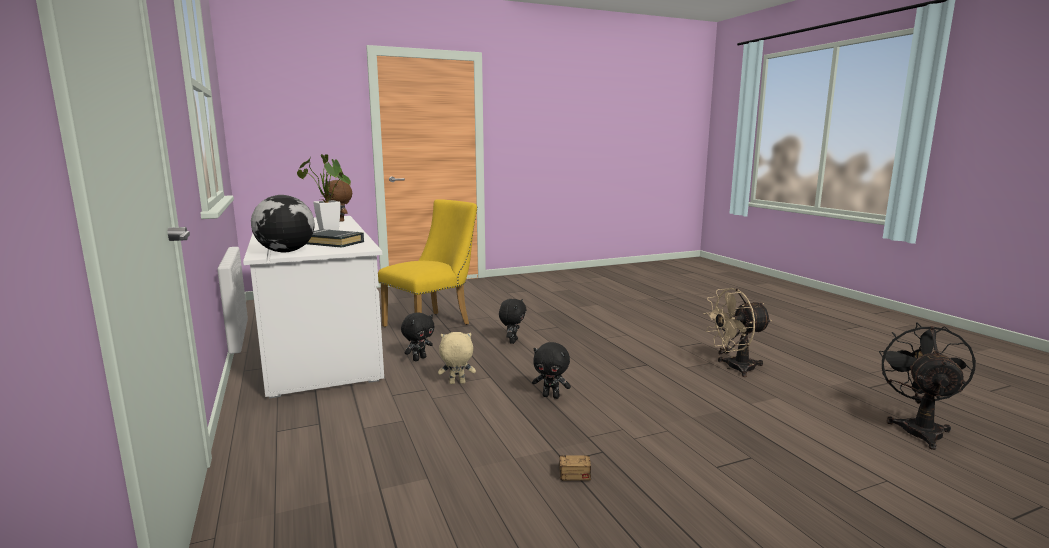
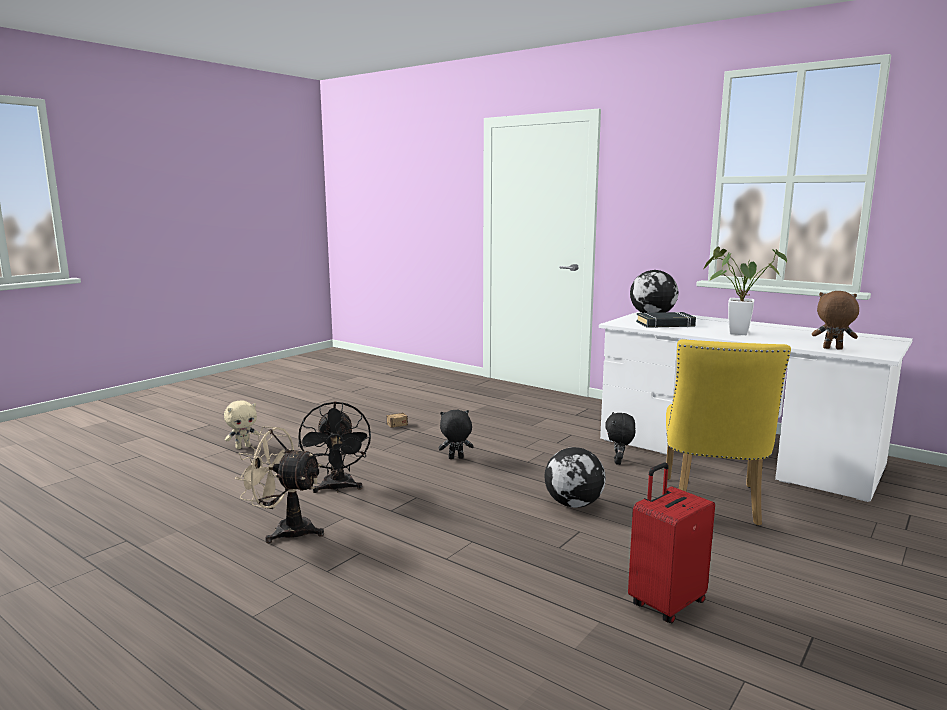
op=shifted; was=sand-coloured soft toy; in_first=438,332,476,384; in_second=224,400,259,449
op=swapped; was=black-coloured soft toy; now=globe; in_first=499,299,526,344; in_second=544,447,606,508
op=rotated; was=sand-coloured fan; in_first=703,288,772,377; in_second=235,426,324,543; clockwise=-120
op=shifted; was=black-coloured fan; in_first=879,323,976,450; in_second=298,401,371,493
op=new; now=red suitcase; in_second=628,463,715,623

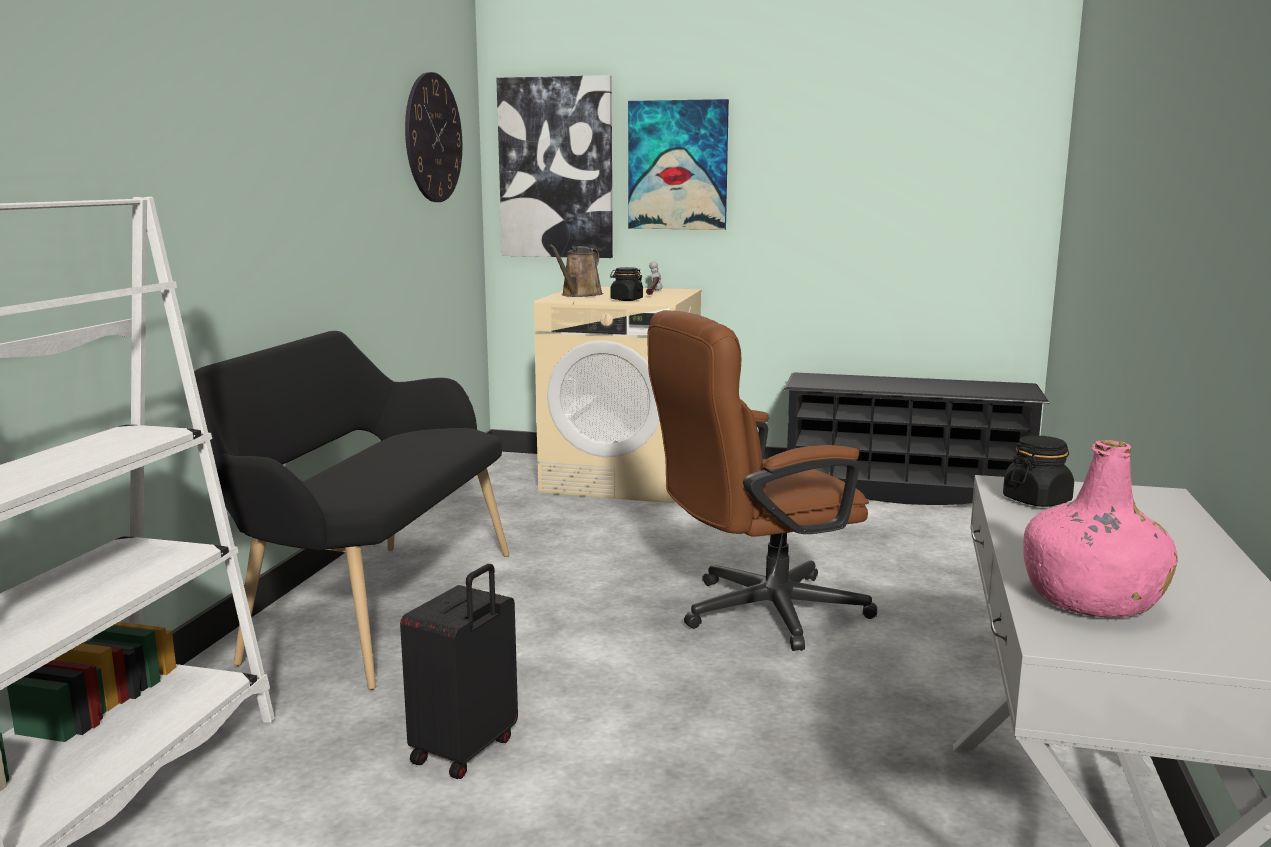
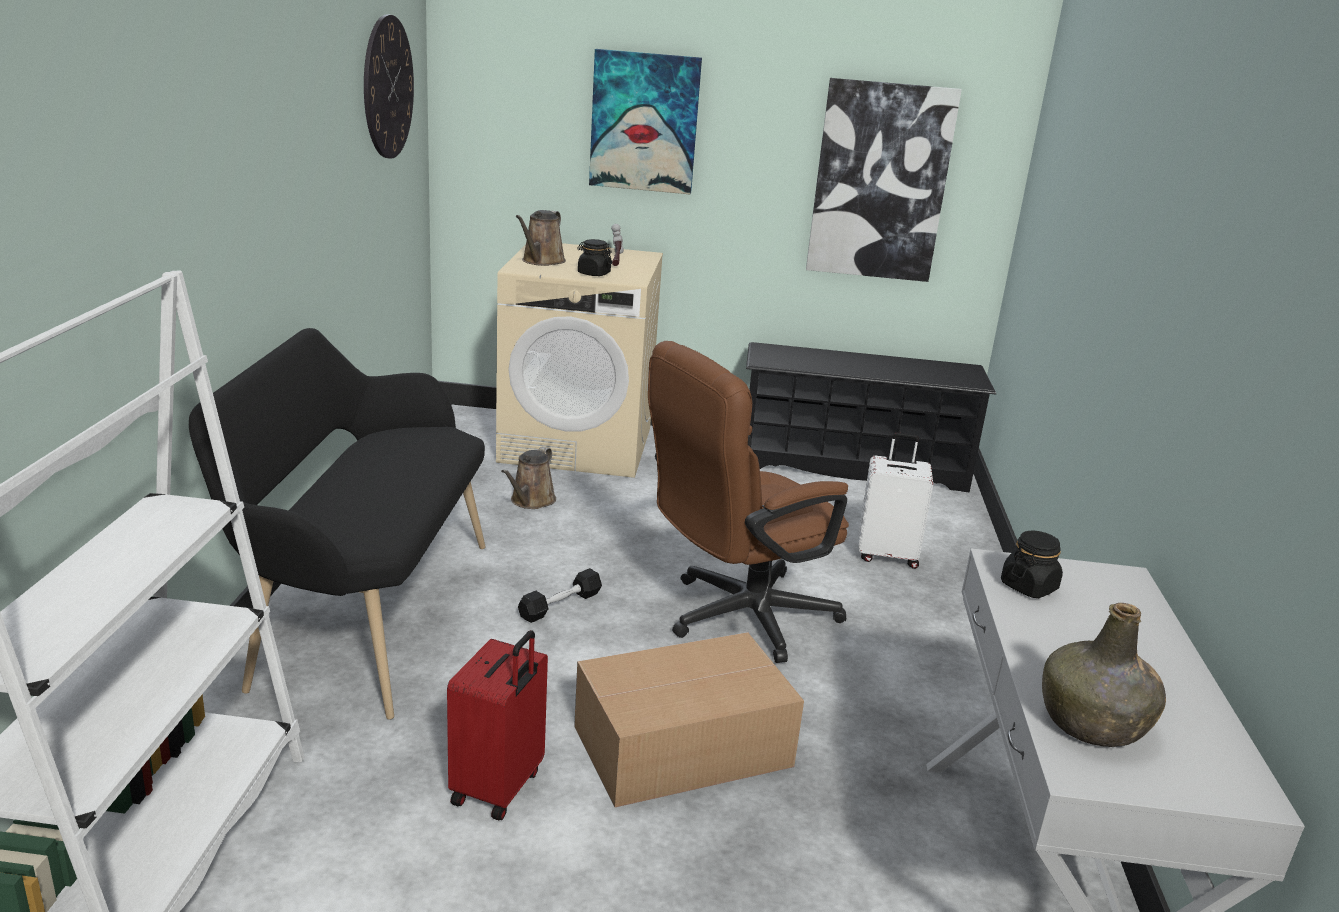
op=repainted; was=black-coloured suitcase; now=red suitcase; in_first=400,564,518,779; in_second=447,630,548,820
op=shifted; was=wall art; in_first=496,75,613,258; in_second=806,78,962,282
op=repainted; was=pink-coloured drink bottle; now=green drink bottle; in_first=1023,440,1178,618; in_second=1042,603,1166,747
op=new; now=brownish sprinkling can; in_second=501,447,556,509
op=new; now=black-coloured free weight; in_second=518,568,602,623
op=new; now=cardboard box; in_second=574,632,804,807
op=new; now=white-coloured suitcase; in_second=858,432,933,569

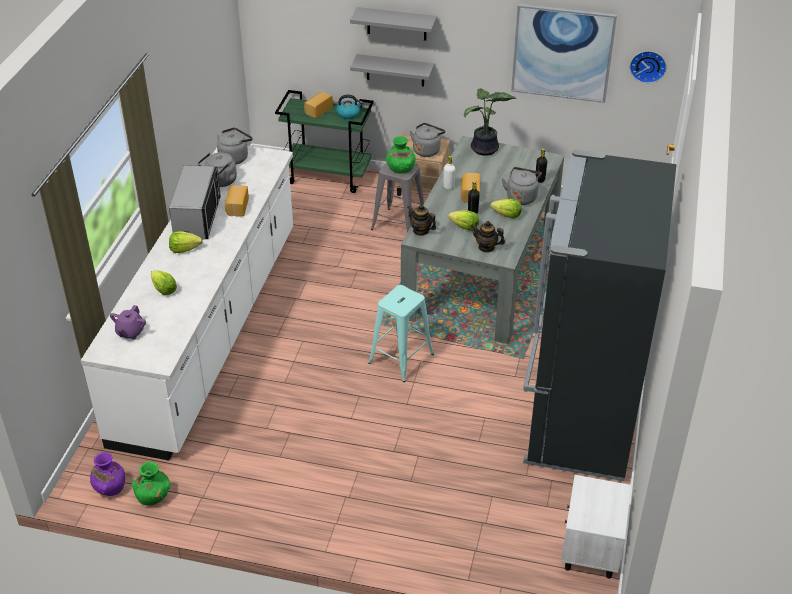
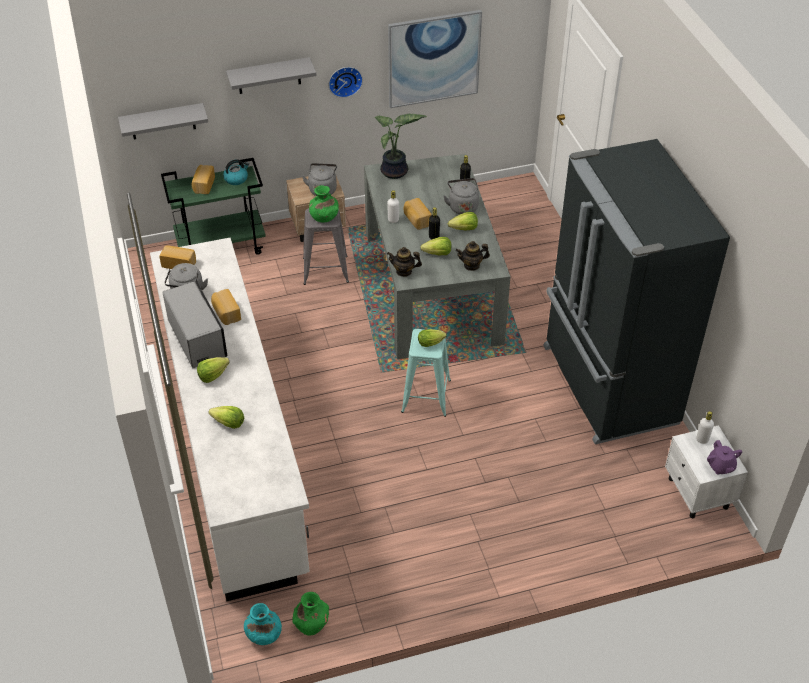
op=repainted; was=purple-coloured flower vase; now=turquoise flower vase; in_first=90,452,125,496; in_second=244,603,282,645
op=shifted; was=purple-coloured pot for tea; in_first=110,305,146,340; in_second=707,440,742,475
op=swapped; was=gray kettle; now=bread; in_first=217,128,253,165; in_second=159,245,196,269
op=shifted; was=gray wall shelf; in_first=350,54,435,86; in_second=118,103,208,140
op=shifted; was=hanging clock; in_first=630,51,667,83; in_second=329,67,363,98
op=new; now=lettuce; in_second=418,329,447,347
op=new; now=white-coloured drink bottle; in_second=696,411,714,444

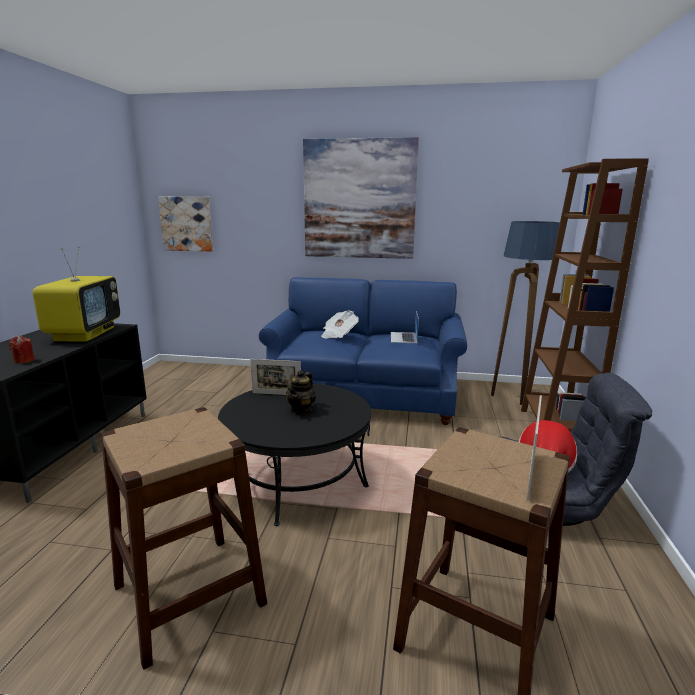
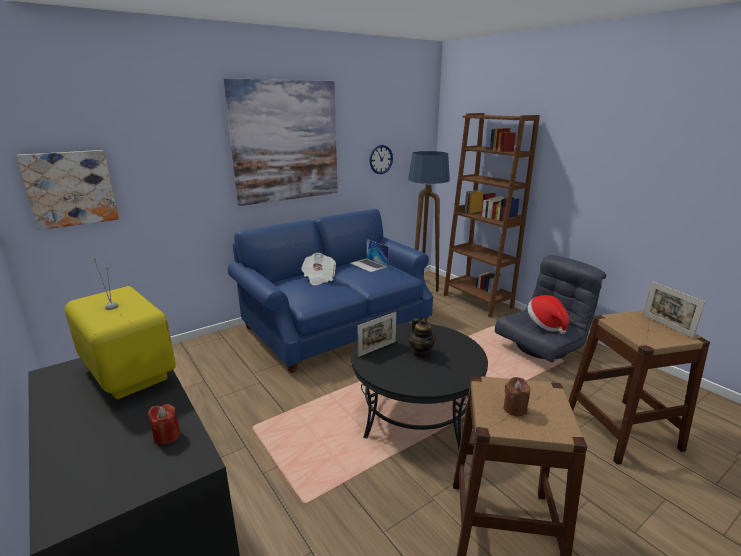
op=new; now=hanging clock; in_second=370,145,393,174
op=new; now=brownish candle; in_second=504,377,530,416

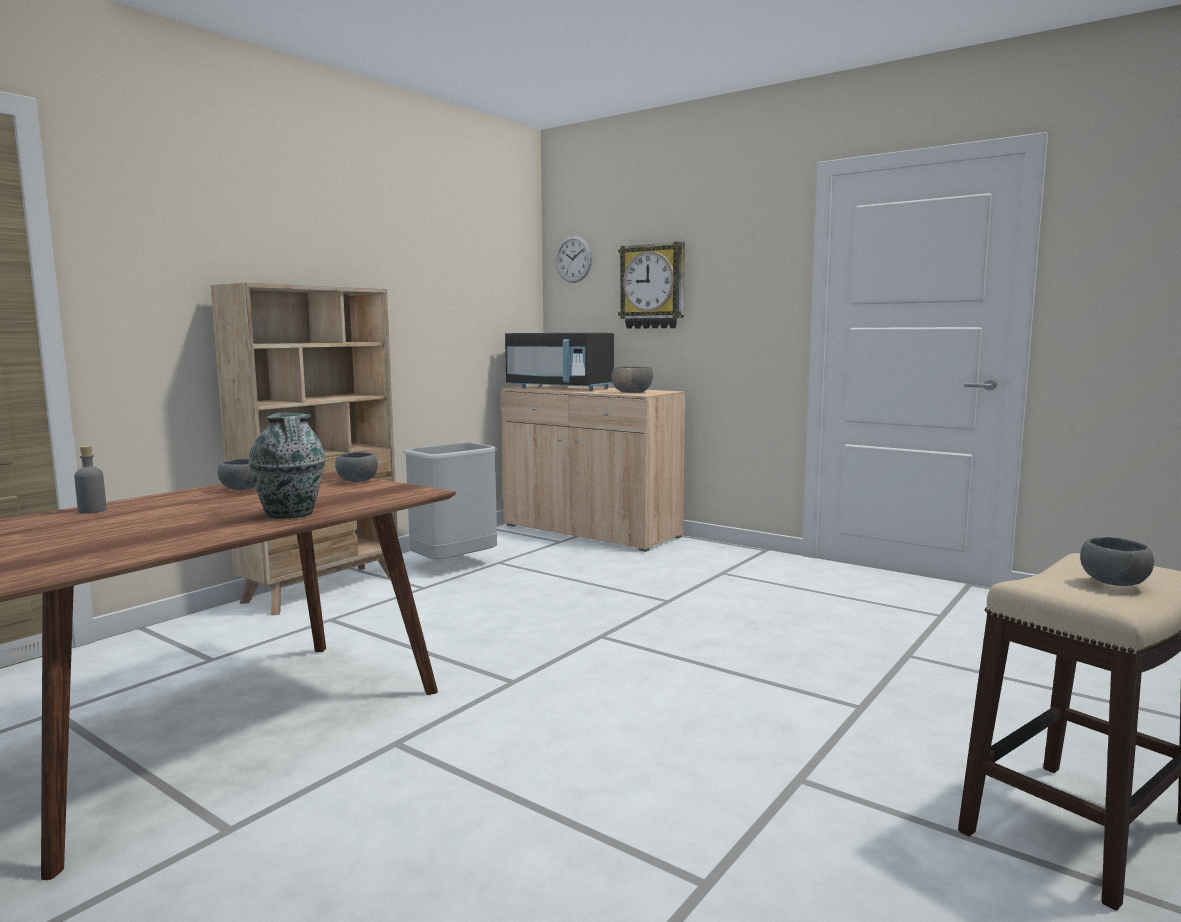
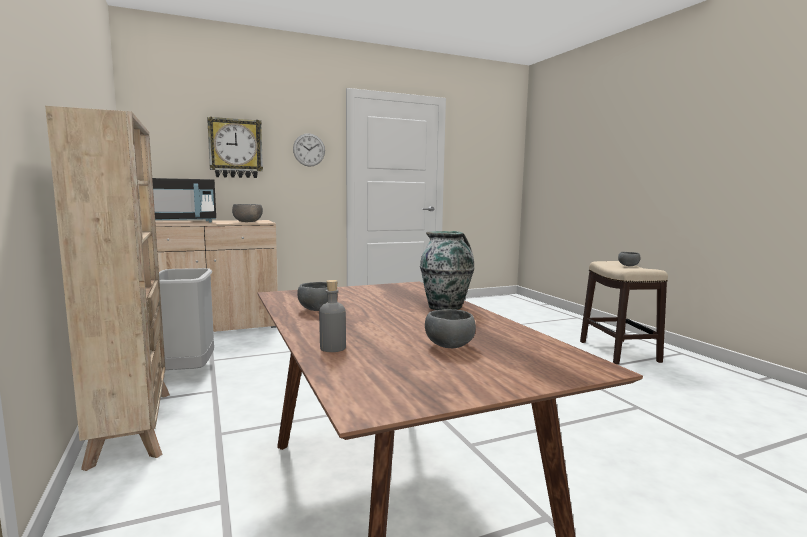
op=shifted; was=gray serving bowl; in_first=335,452,378,482; in_second=425,309,476,348
op=shifted; was=hanging clock; in_first=555,235,592,283; in_second=293,133,325,167

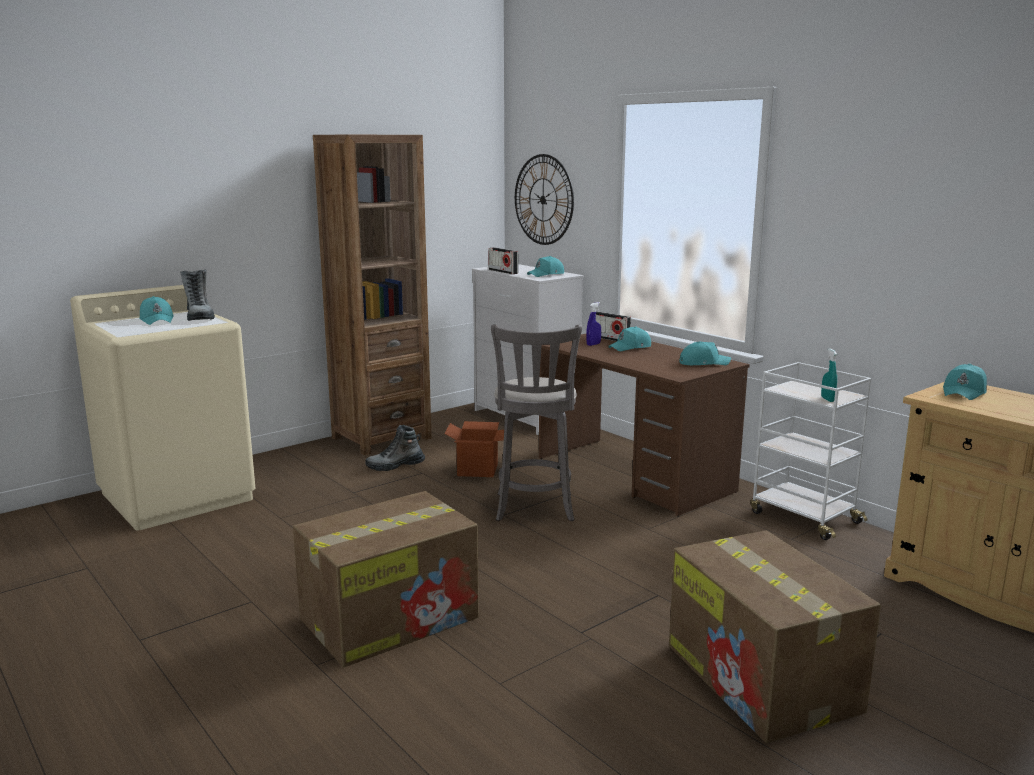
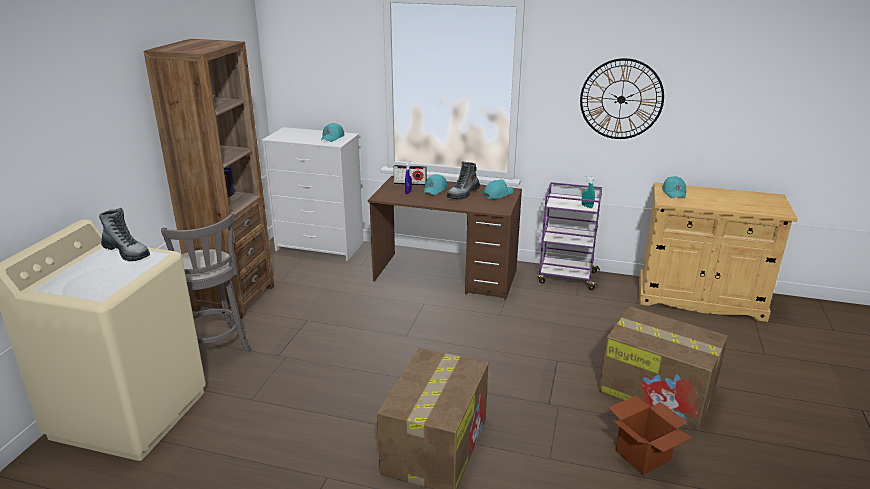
op=gone; was=turquoise baseball cap; in_first=140,296,174,325
op=shifted; was=boot; in_first=366,425,425,471; in_second=447,162,480,199
op=shifted; was=cardboard box; in_first=444,421,504,477; in_second=608,395,693,475
op=gone; was=radio; in_first=489,247,518,274
op=shifted; was=gray stool; in_first=491,324,582,521; in_second=161,212,251,351
op=shifted; was=hanging clock; in_first=515,154,574,245; in_second=580,58,664,139
op=repainted; was=white-coloured wheeled cart; now=purple-coloured wheeled cart; in_first=750,362,871,540; in_second=537,182,602,290

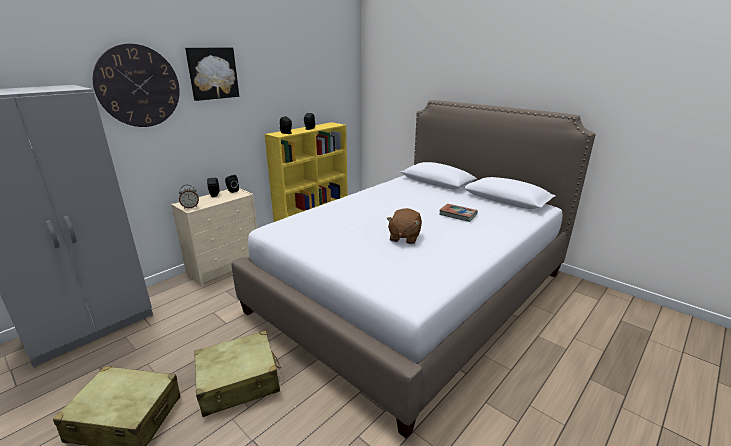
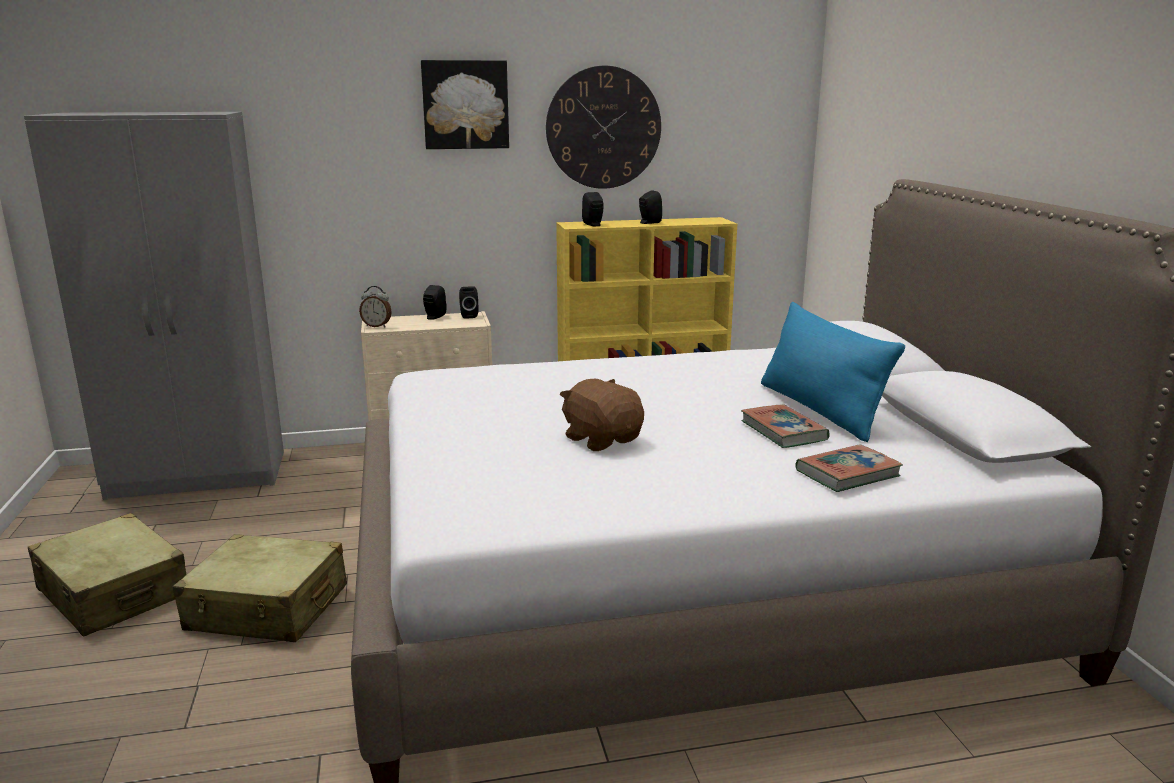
op=shifted; was=hanging clock; in_first=93,44,180,127; in_second=546,66,661,189
op=rotated; was=brownish soft toy; in_first=387,208,422,244; in_second=560,379,644,451; clockwise=90
op=new; now=blue pillow; in_second=761,302,905,442
op=new; now=volume; in_second=795,444,903,492

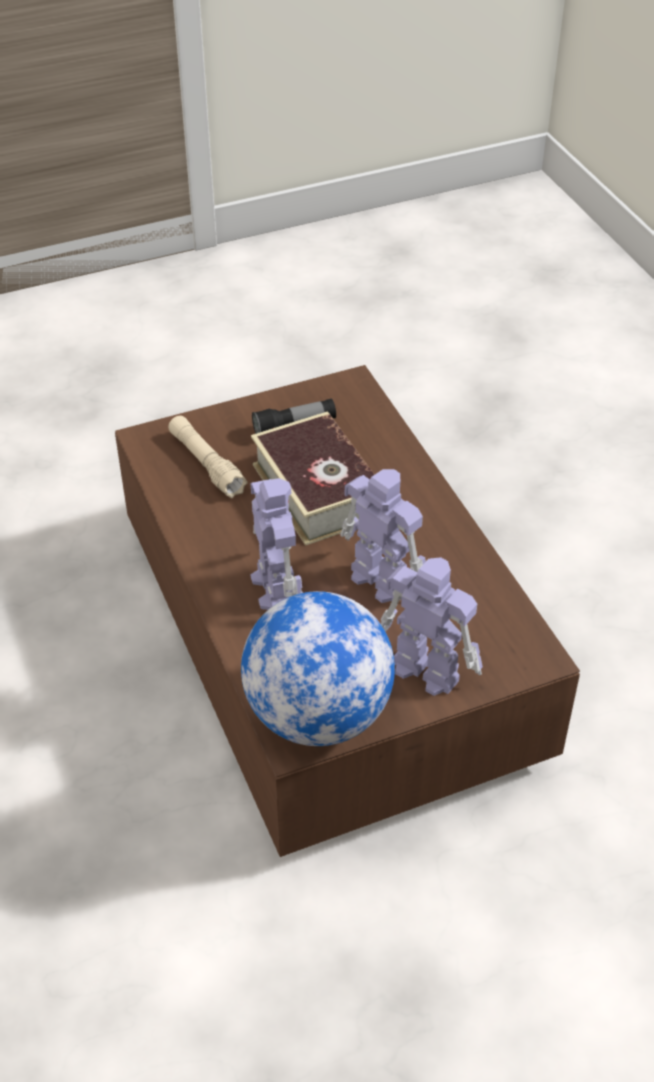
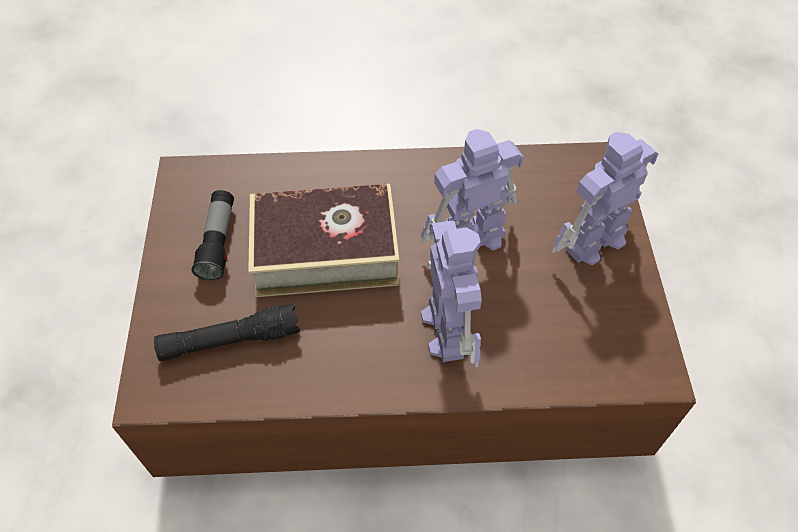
op=repainted; was=sand-coloured hand torch; now=black-coloured hand torch; in_first=168,416,248,498; in_second=154,304,300,361
op=gone; was=globe; in_first=241,591,395,746
op=rotated; was=model robot; in_first=251,478,303,610; in_second=421,220,482,367; clockwise=75

